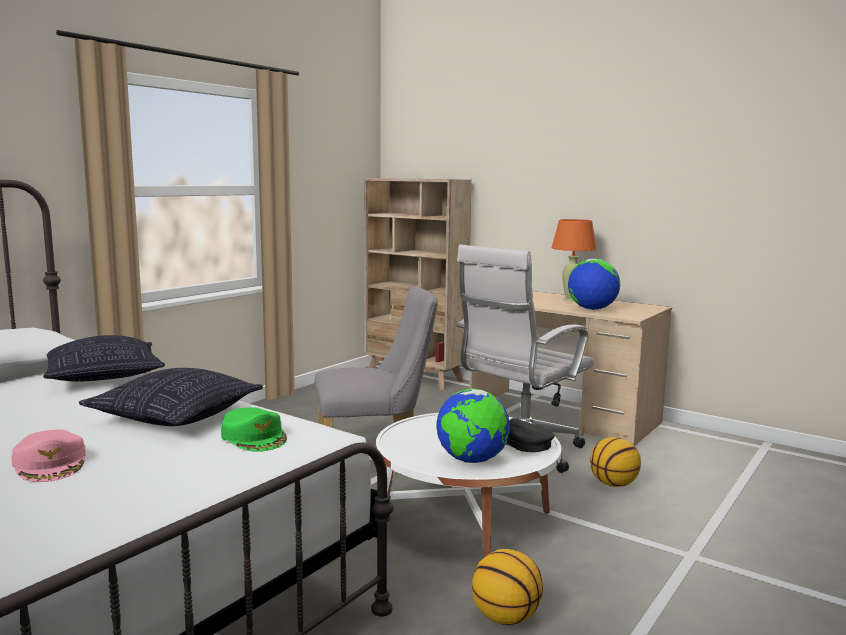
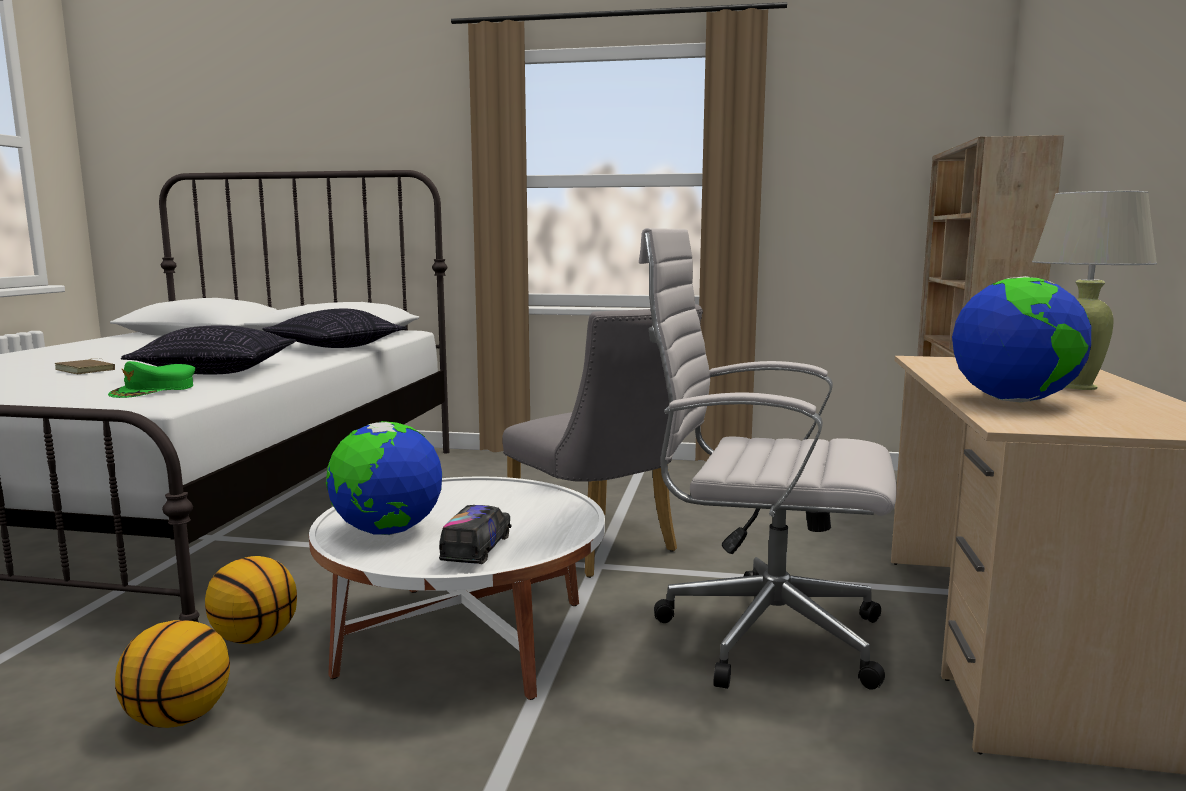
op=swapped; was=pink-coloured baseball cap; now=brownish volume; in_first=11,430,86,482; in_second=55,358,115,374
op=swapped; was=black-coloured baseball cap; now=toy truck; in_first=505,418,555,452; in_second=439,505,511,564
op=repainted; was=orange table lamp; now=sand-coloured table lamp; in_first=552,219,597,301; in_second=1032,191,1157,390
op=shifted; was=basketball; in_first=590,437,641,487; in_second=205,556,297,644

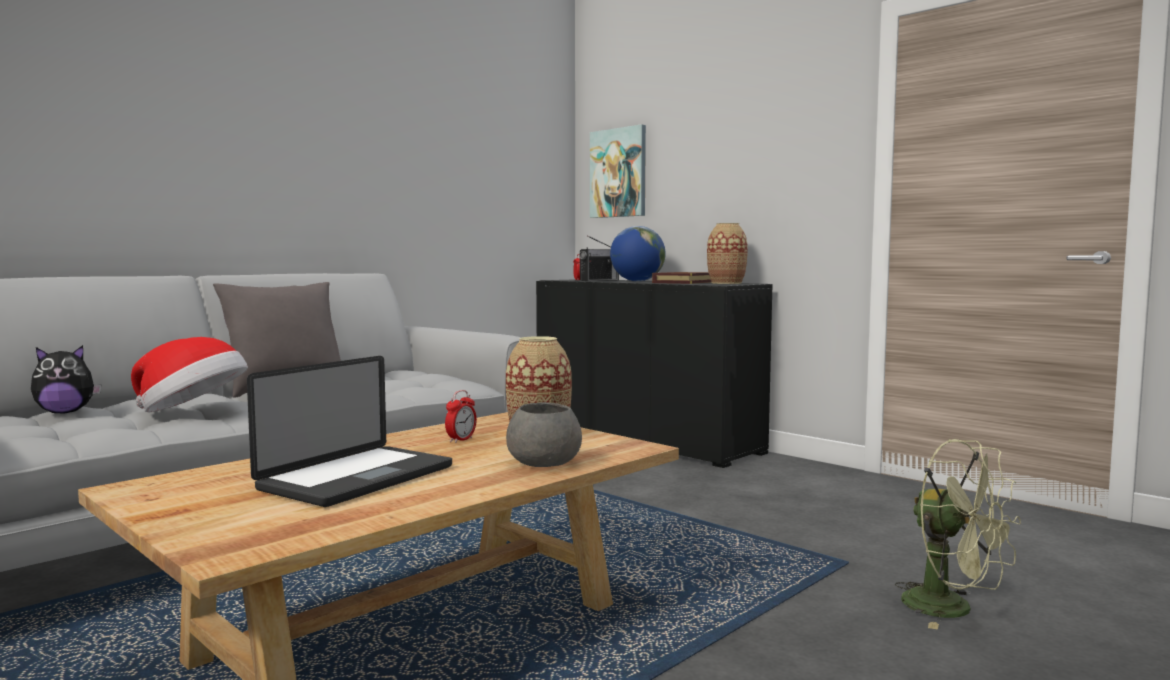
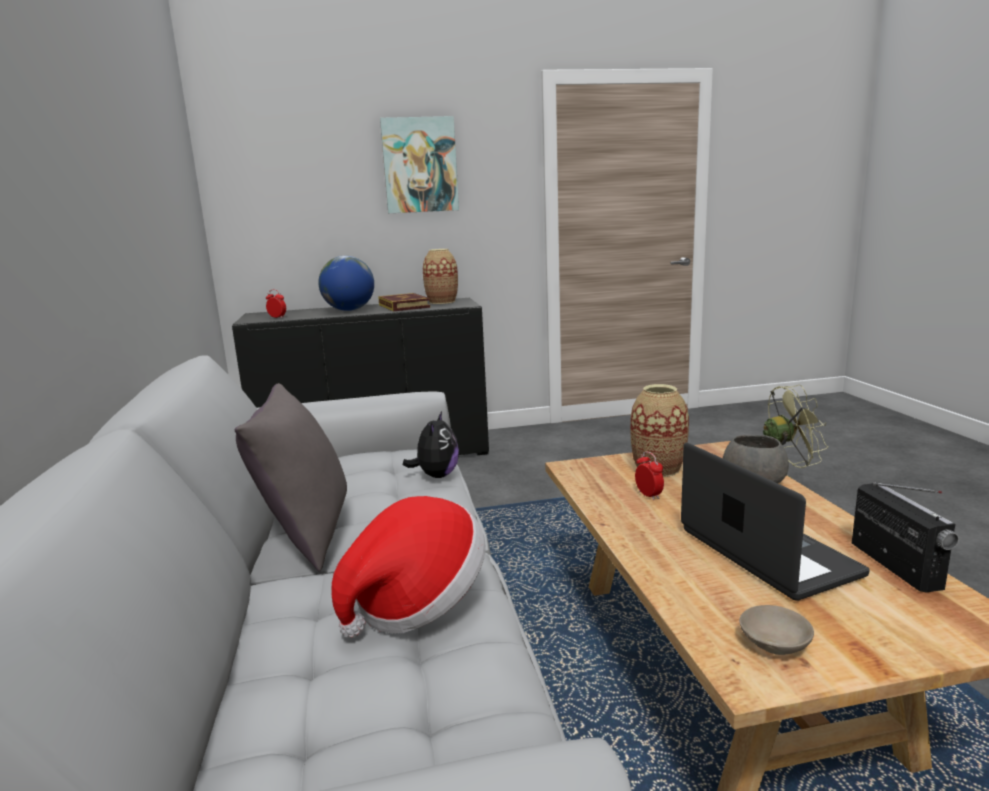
op=shifted; was=soft toy; in_first=31,345,102,414; in_second=403,411,459,478
op=shifted; was=radio; in_first=579,236,619,281; in_second=852,482,959,593
op=shifted; was=wall art; in_first=590,124,646,218; in_second=380,116,459,213
op=new; now=sand-coloured serving bowl; in_second=739,605,814,655

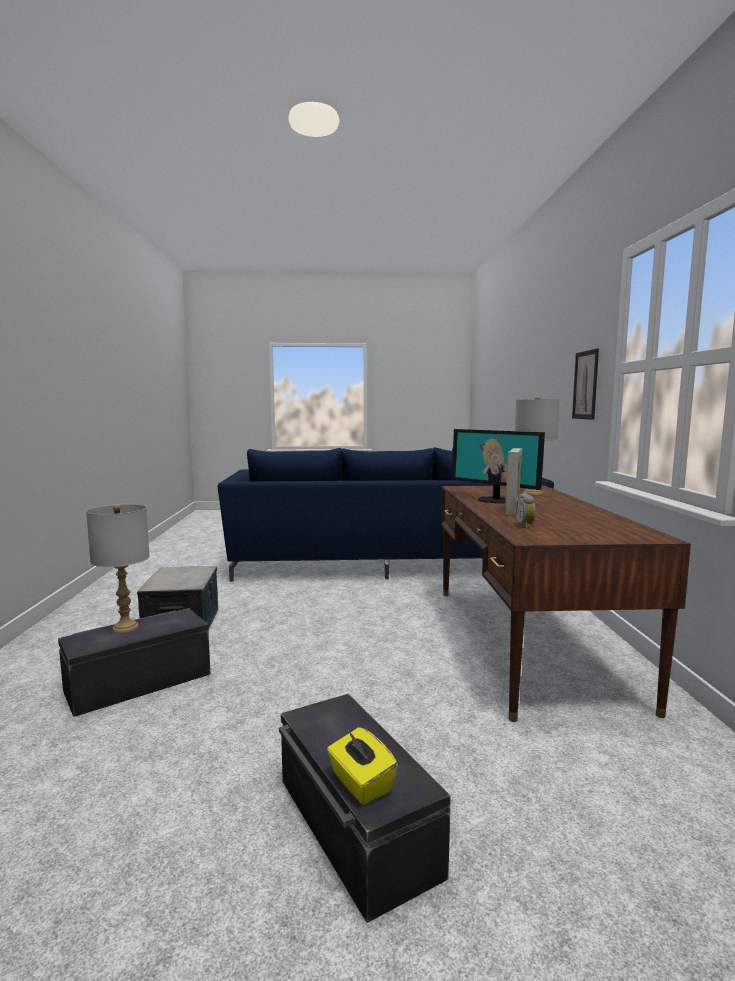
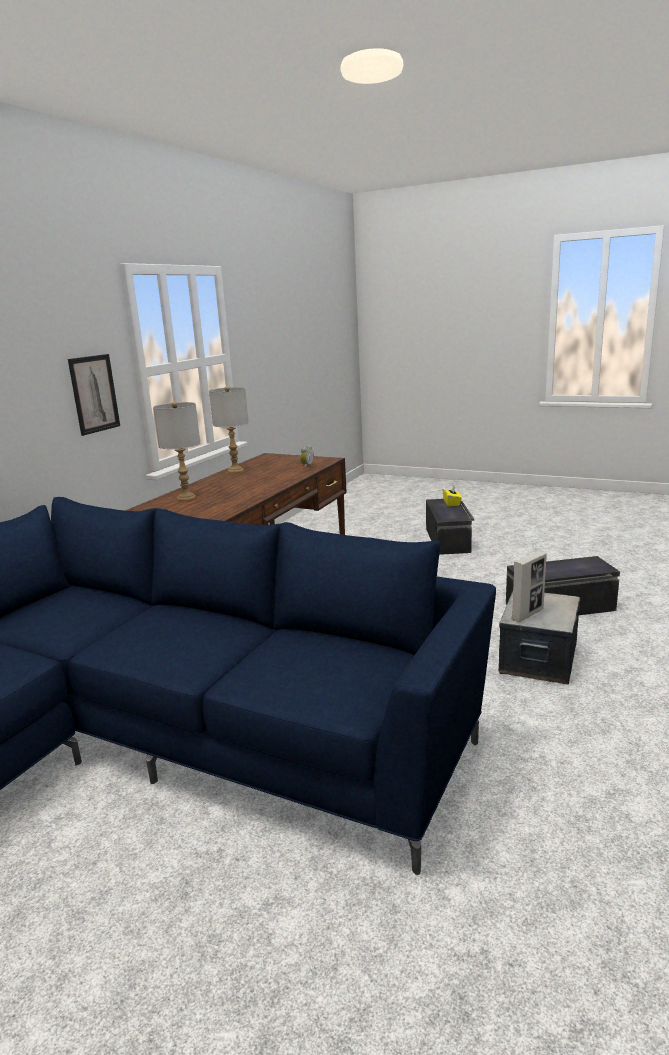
op=shifted; was=gray table lamp; in_first=86,504,150,633; in_second=209,386,249,473
op=gone; was=computer display; in_first=452,429,545,503
op=shifted; was=standing frame; in_first=505,448,522,516; in_second=512,551,547,622

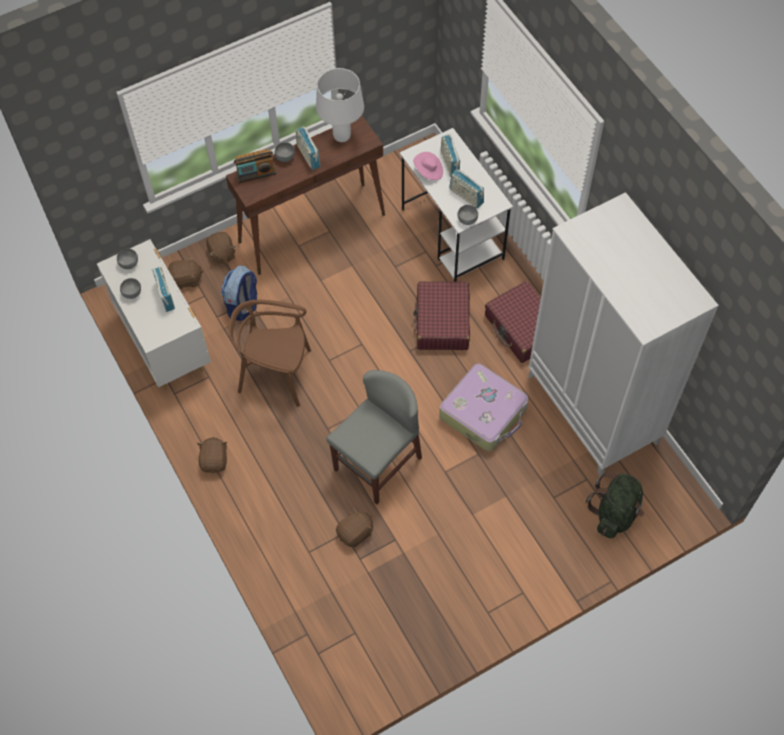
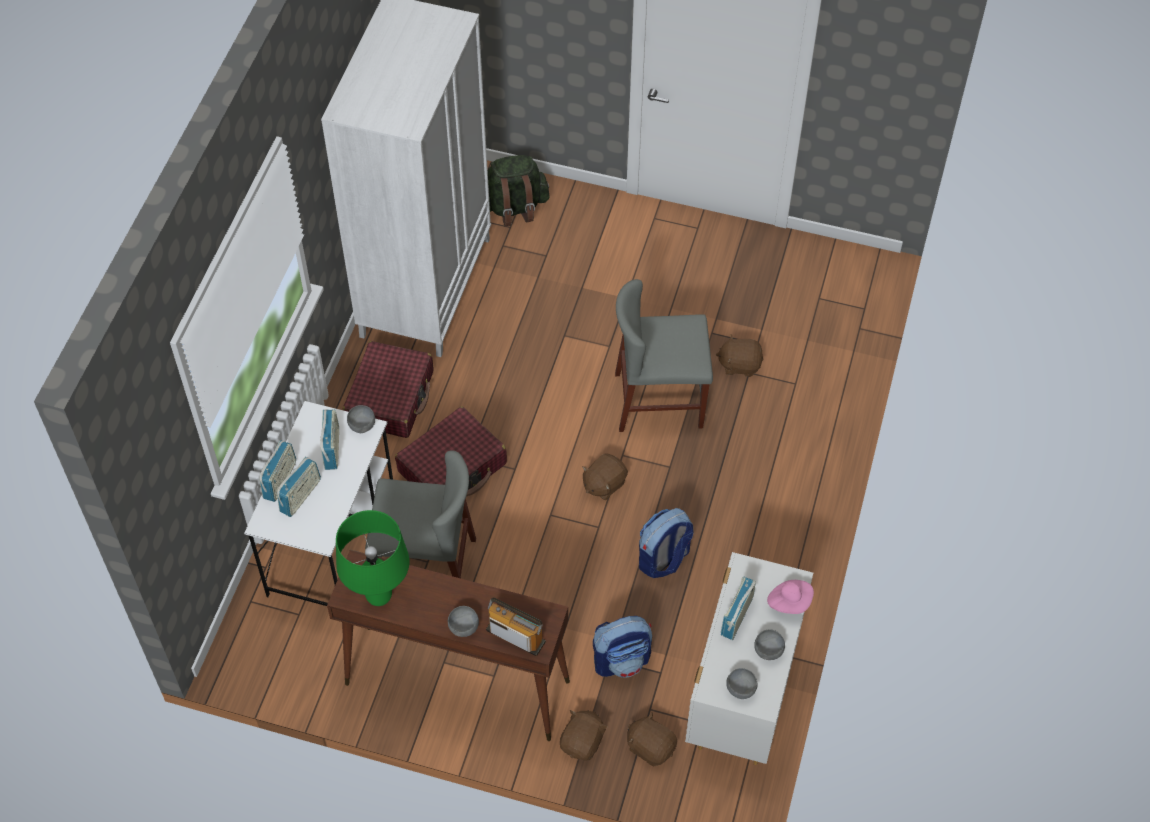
op=shifted; was=brownish soft toy; in_first=197,437,227,474; in_second=582,453,628,500
op=swapped; was=brownish upright chair; now=knapsack; in_first=229,300,311,407; in_second=639,508,694,578
op=shifted; was=radio; in_first=296,127,321,170; in_second=259,440,296,502
op=repainted; was=white-coloured table lamp; now=green table lamp; in_first=316,68,364,142; in_second=336,510,410,606
op=shifted; was=pink-coloured hat; in_first=413,152,443,180; in_second=767,580,814,614
op=gone; was=suitcase; in_first=439,364,528,451
op=new; now=gray upright chair; in_second=365,450,476,578

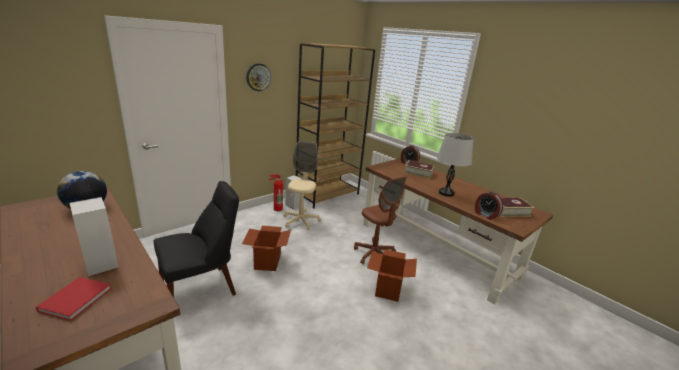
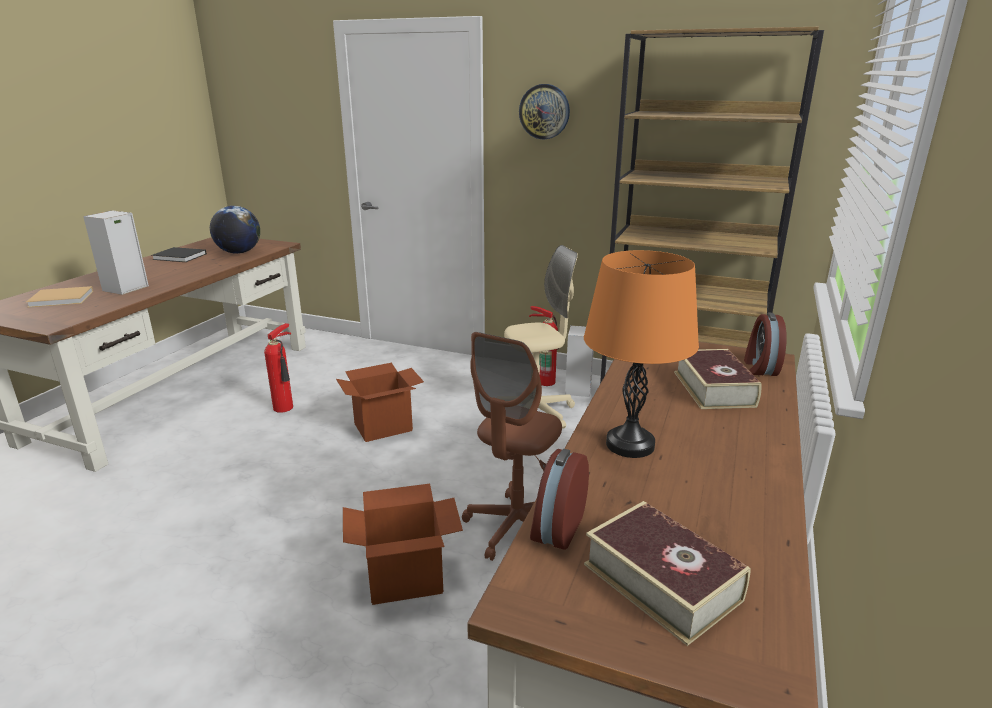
op=repainted; was=red volume; now=sand-coloured volume; in_first=36,277,111,321; in_second=26,286,94,308
op=swapped; was=black-coloured upright chair; now=fire-fighting cylinder; in_first=154,181,239,297; in_second=264,323,293,413
op=repainted; was=gray table lamp; now=orange table lamp; in_first=437,133,473,197; in_second=584,250,699,458
op=new; now=black-coloured volume; in_second=151,247,207,262

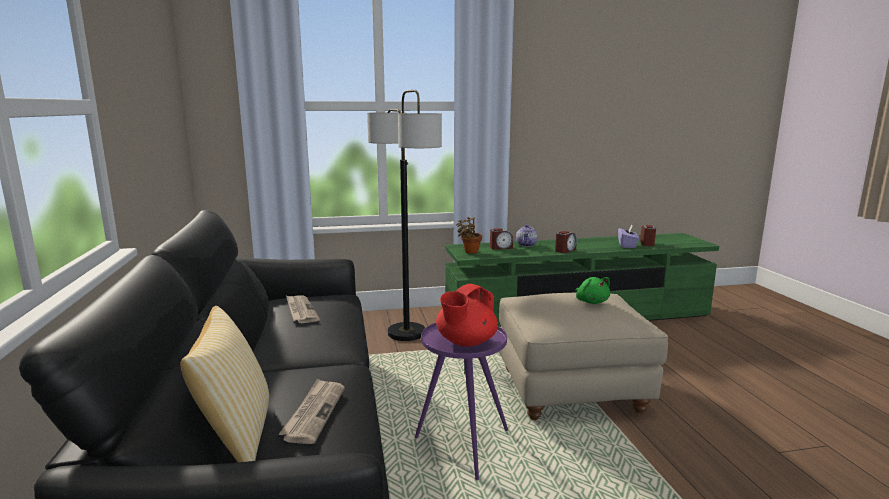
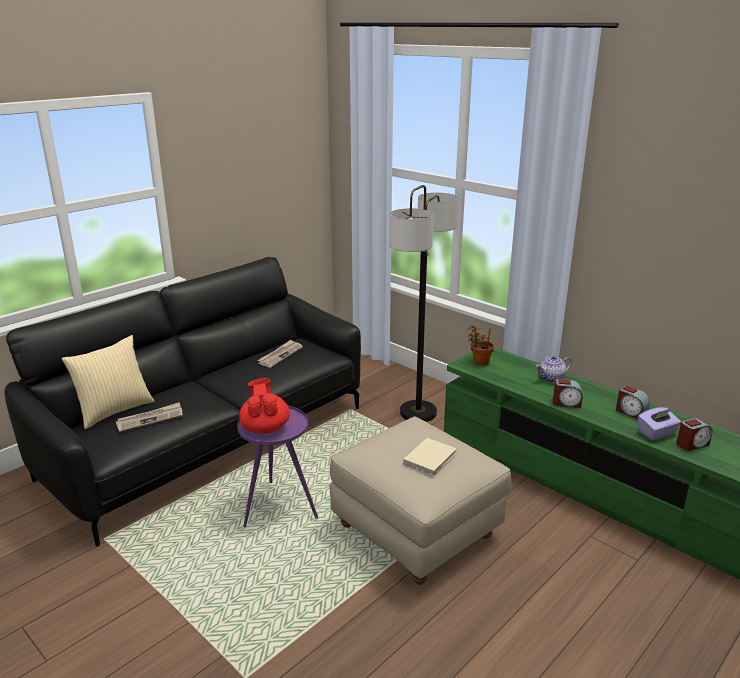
op=rotated; was=red pot for tea; in_first=436,284,498,347; in_second=239,378,290,434; clockwise=75
op=shifted; was=alarm clock; in_first=490,228,513,250; in_second=616,385,650,419
op=swapped; was=green soft toy; now=sand-coloured volume; in_first=576,277,610,304; in_second=403,438,457,476

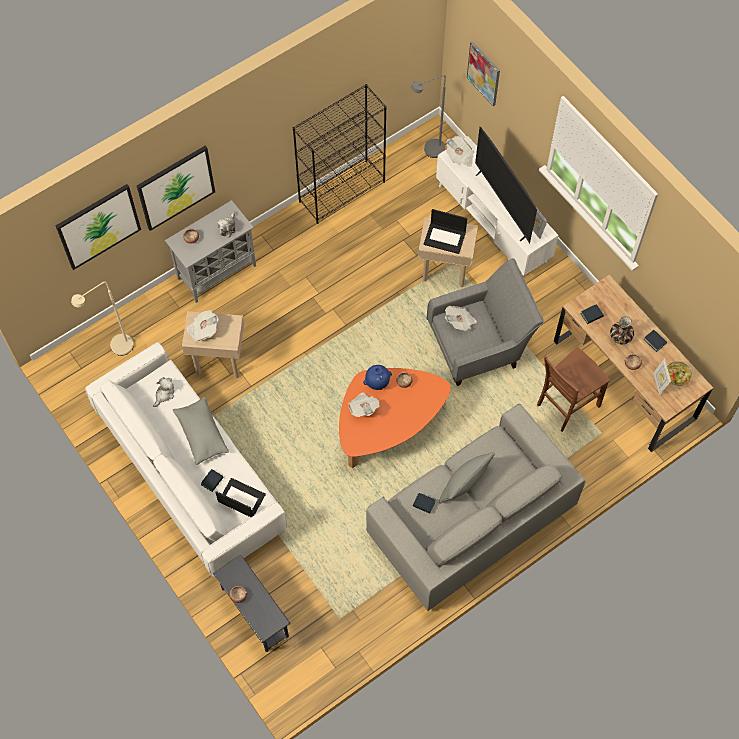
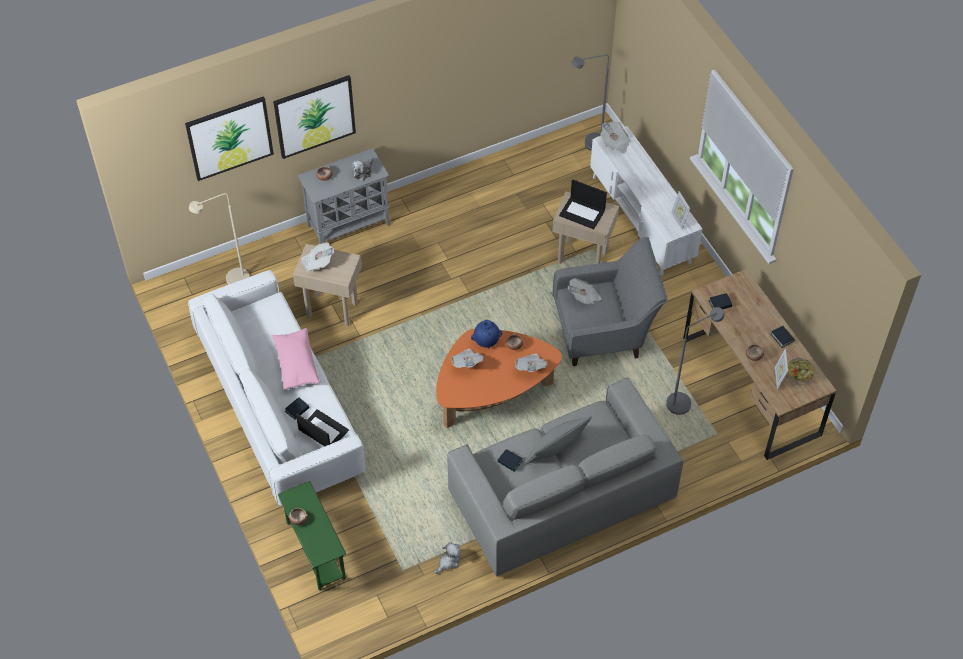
op=shifted; was=soft toy; in_first=153,377,174,407; in_second=435,542,461,574
op=repainted; was=gray pillow; now=pink-coloured pillow; in_first=173,397,229,465; in_second=271,328,320,390
op=repainted; was=gray accent table; now=green accent table; in_first=213,555,290,652; in_second=278,481,346,590
op=gone; was=black-coloured bookshelf; in_first=293,84,387,224
op=gone; was=wall art; in_first=467,41,500,107
op=gone; was=TV; in_first=475,127,537,243
op=swapped; was=brownish upright chair; now=gray standard lamp; in_first=537,347,610,432; in_second=666,307,725,415
op=gone; was=flower vase; in_first=610,316,634,344
op=new; now=daily paper; in_second=515,353,548,372

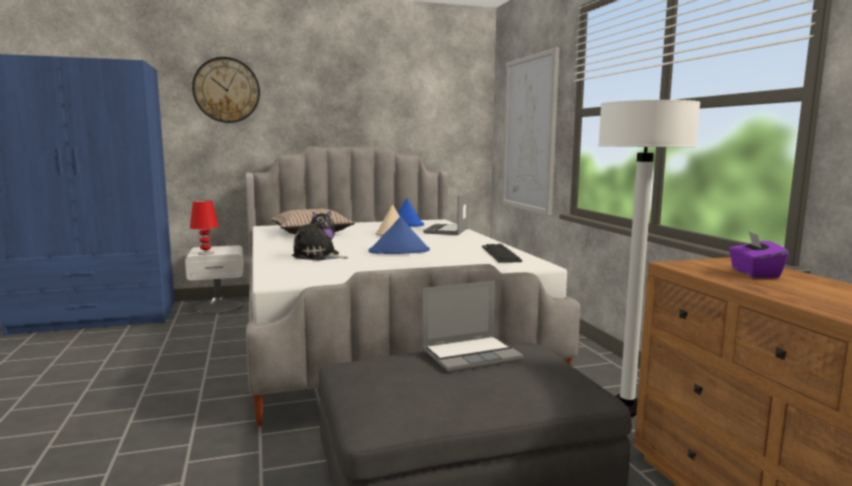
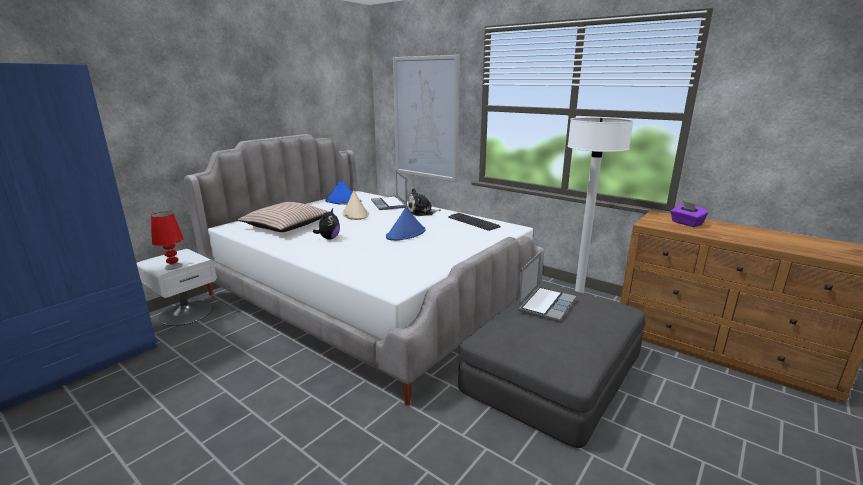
op=gone; was=hanging clock; in_first=192,57,260,123
op=shifted; was=soft toy; in_first=292,220,349,261; in_second=407,188,441,216

